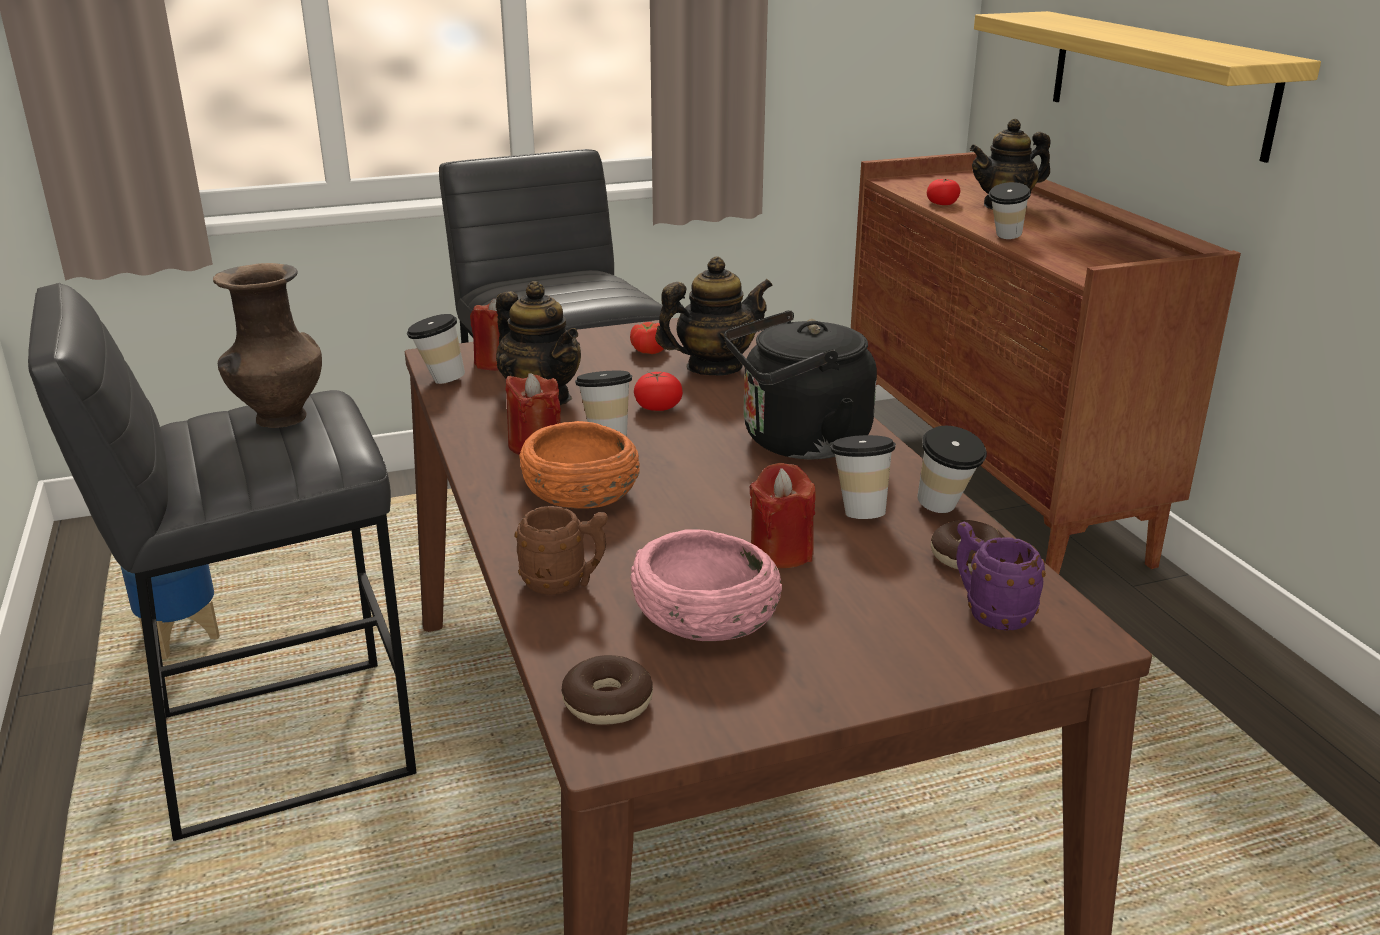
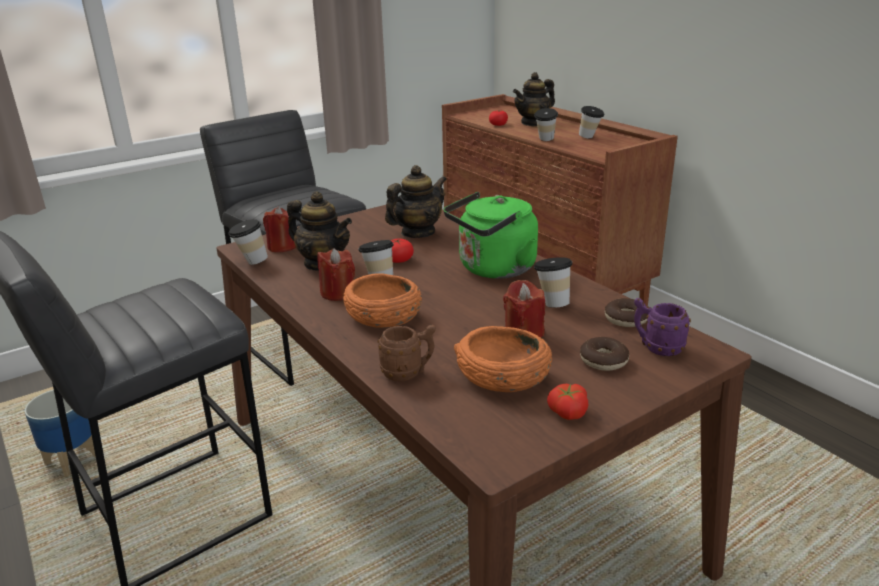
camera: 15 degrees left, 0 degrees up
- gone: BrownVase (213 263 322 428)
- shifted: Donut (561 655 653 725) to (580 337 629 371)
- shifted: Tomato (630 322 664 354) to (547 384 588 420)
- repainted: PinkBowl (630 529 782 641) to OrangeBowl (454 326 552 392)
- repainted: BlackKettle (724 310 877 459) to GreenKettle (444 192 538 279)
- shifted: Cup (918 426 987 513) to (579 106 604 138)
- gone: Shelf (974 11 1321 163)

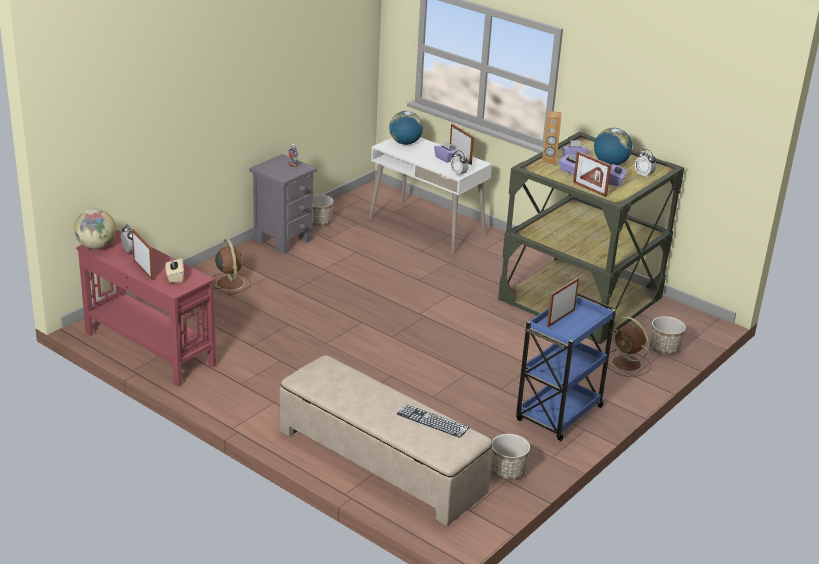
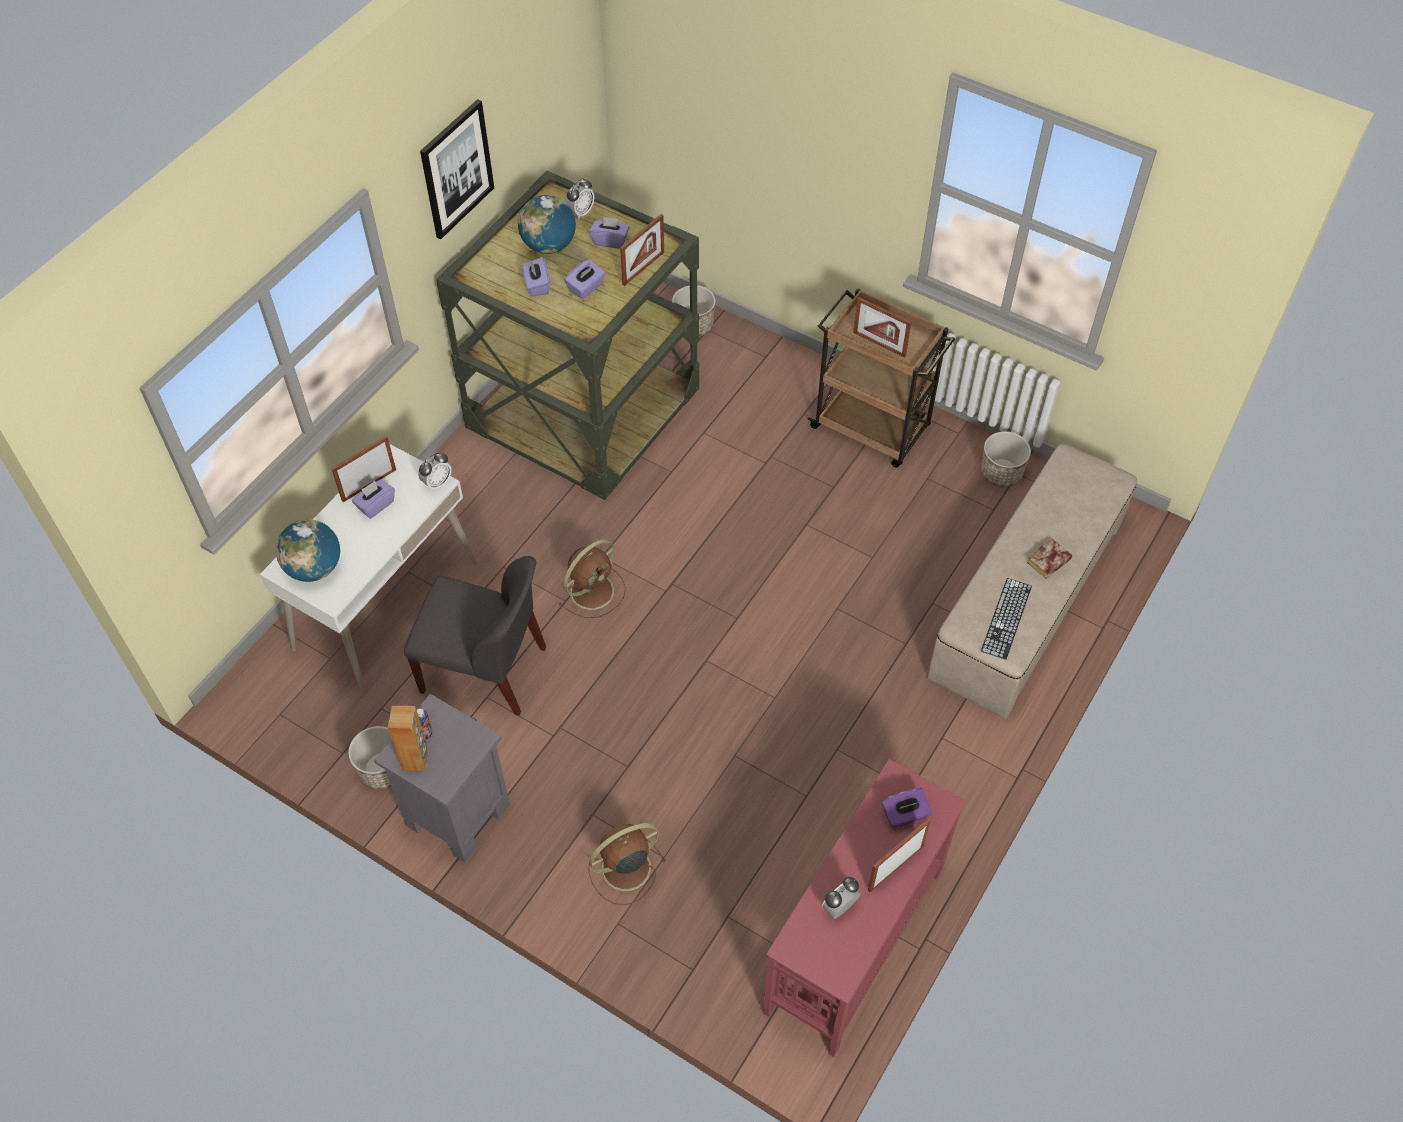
camera: 95 degrees left, 25 degrees up
- gone: Globe (74 208 116 249)
- repainted: BeigeTissueBox (165 257 184 283) to PurpleTissueBox (882 788 931 828)
- shifted: Keyboard (397 404 469 438) to (981 578 1032 660)
- repainted: BlueCart (516 293 616 441) to BrownCart (807 288 955 468)
- shifted: BrownSpeaker (542 111 562 164) to (388 706 429 772)
- shifted: BrownFan (607 317 651 377) to (558 539 626 618)
- new: GreyChair (404 556 546 716)
- new: Picture (420 99 494 239)
- new: Book (1027 539 1072 579)

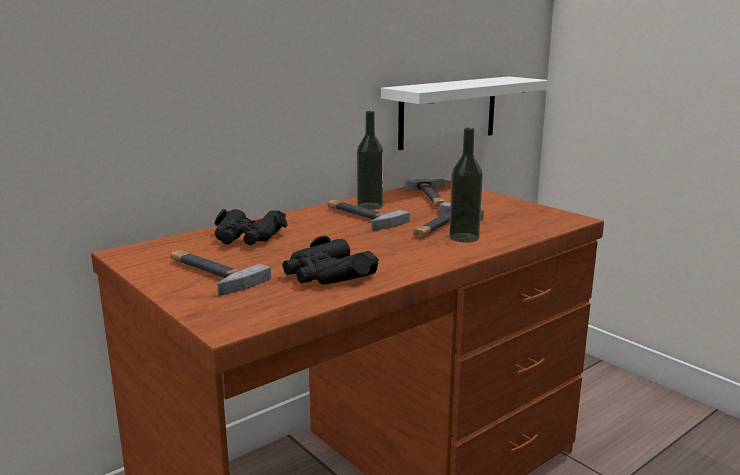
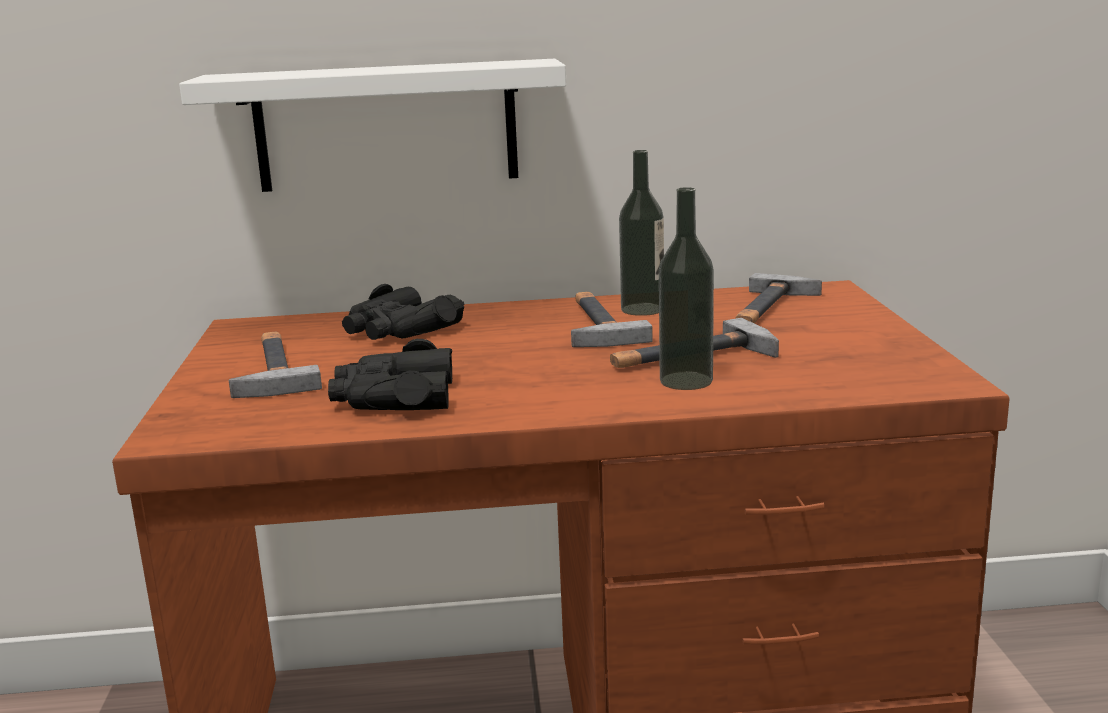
camera: 35 degrees right, 0 degrees up
- shifted: WhiteShelf (381 76 548 150) to (179 59 566 192)

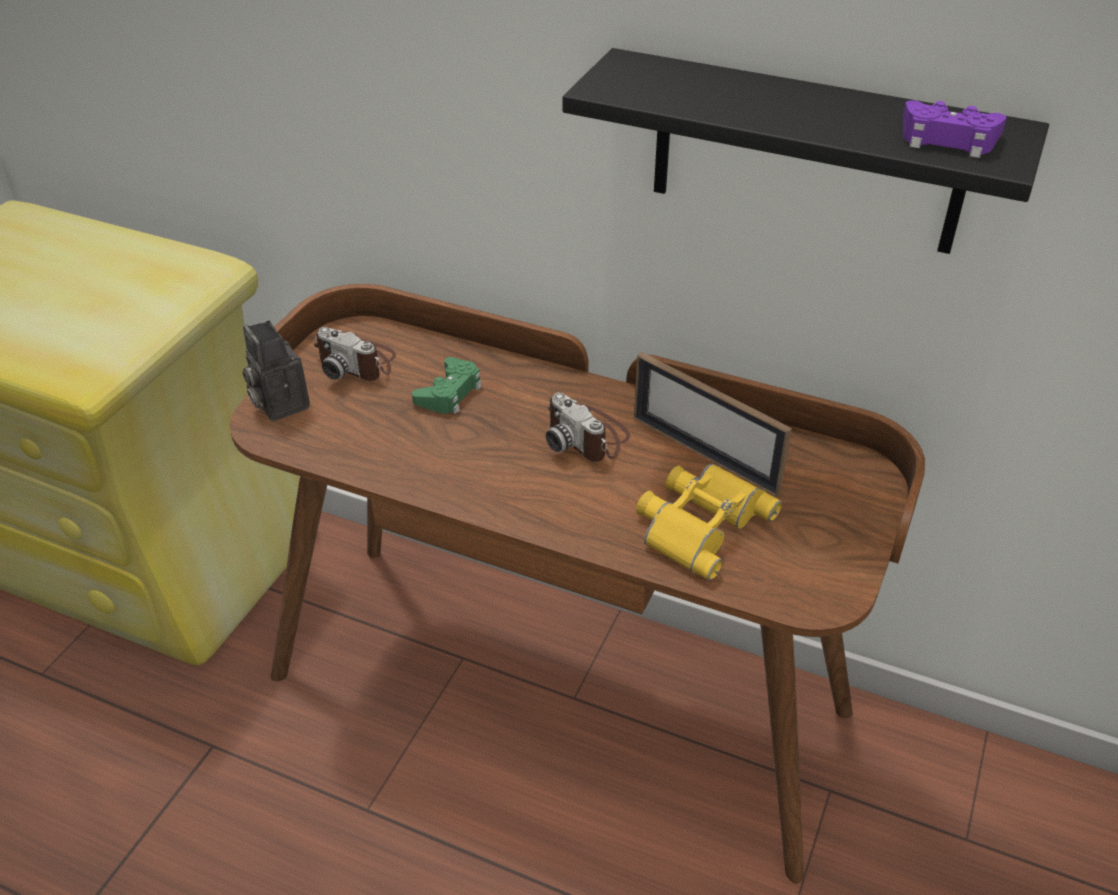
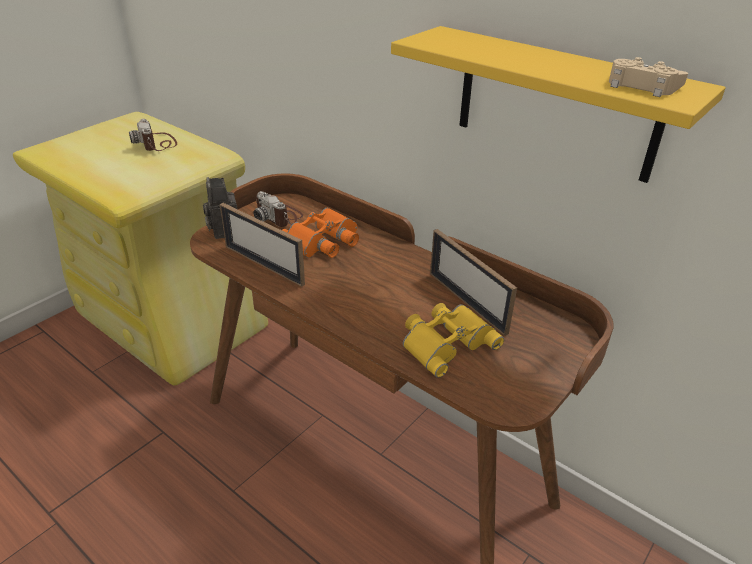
camera: 15 degrees right, 5 degrees down
- swapped: GreenGameController (412 357 482 414) to OrangeBinoculars (282 208 359 258)
- shifted: PhotoCamera (546 393 630 462) to (129 119 177 151)
- repainted: BlackShelf (562 48 1049 254) to YellowShelf (391 26 726 183)
- repainted: PurpleGameController (903 100 1007 158) to BeigeGameController (609 57 688 97)
- new: PictureFrame (220 203 305 287)

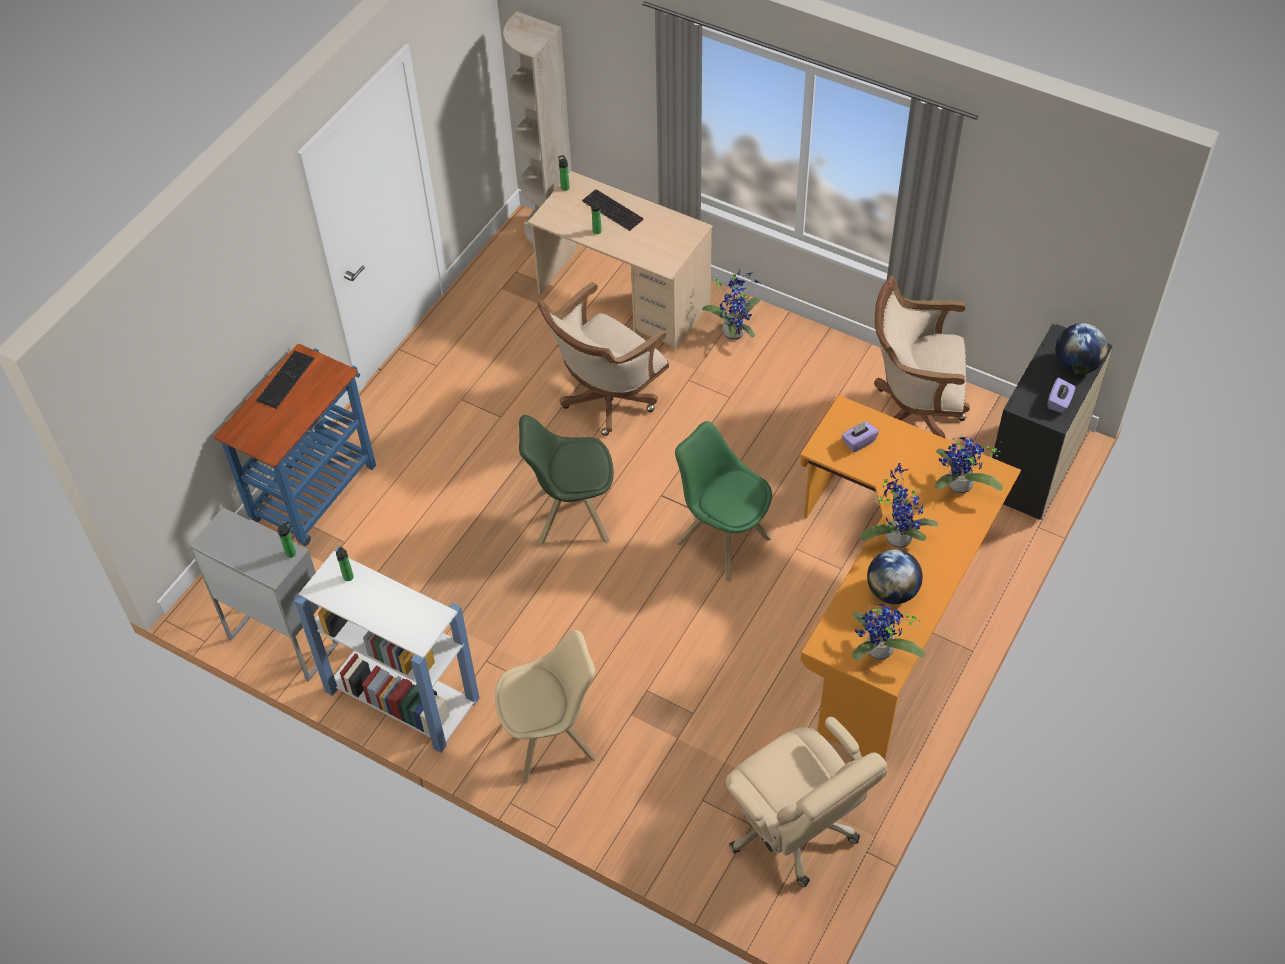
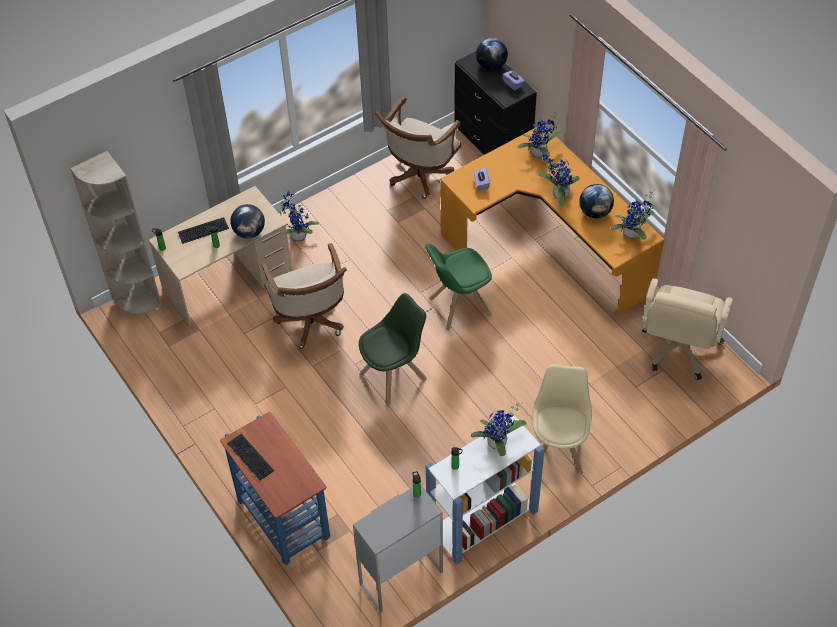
camera: 65 degrees left, 0 degrees up
- rotated: GreenChair (519 415 614 545) = (359 293 427 405) 150 degrees counterclockwise
- rotated: BeigeOfficeChair (726 717 887 887) = (642 278 733 380) 120 degrees clockwise
- new: Globe (230 204 265 238)
- new: PottedPlant (471 403 527 456)

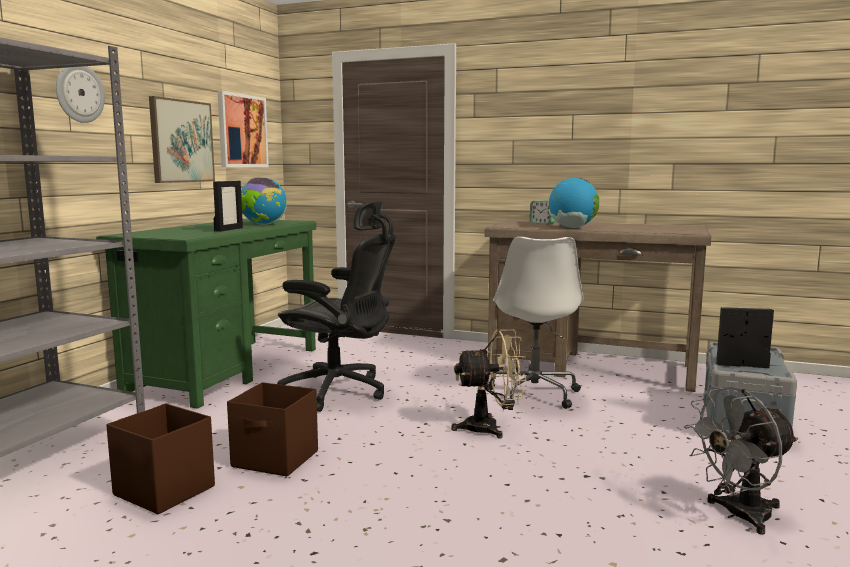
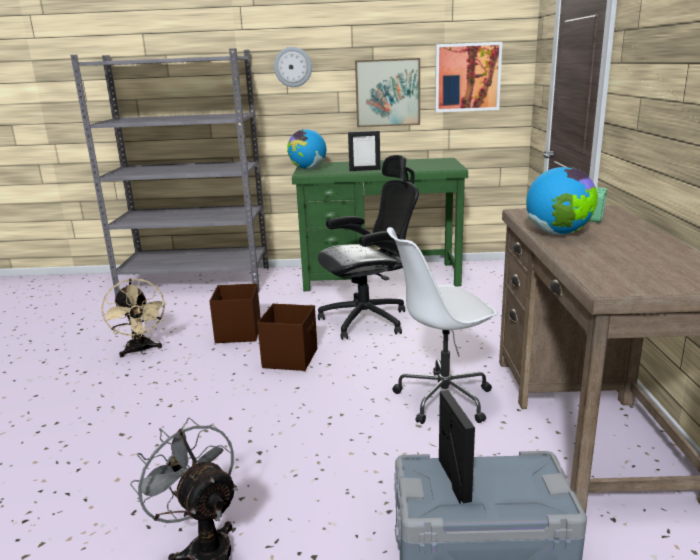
camera: 70 degrees right, 10 degrees up
- shifted: BrownStorageBox (106 403 215 514) to (257 304 317 371)
- shifted: Globe (241 177 287 225) to (287 129 326 170)
- rotated: OfficeChair (277 201 396 412) = (318 155 419 340) 120 degrees counterclockwise
- shifted: BeigeFan (451 330 526 439) to (101 278 166 357)

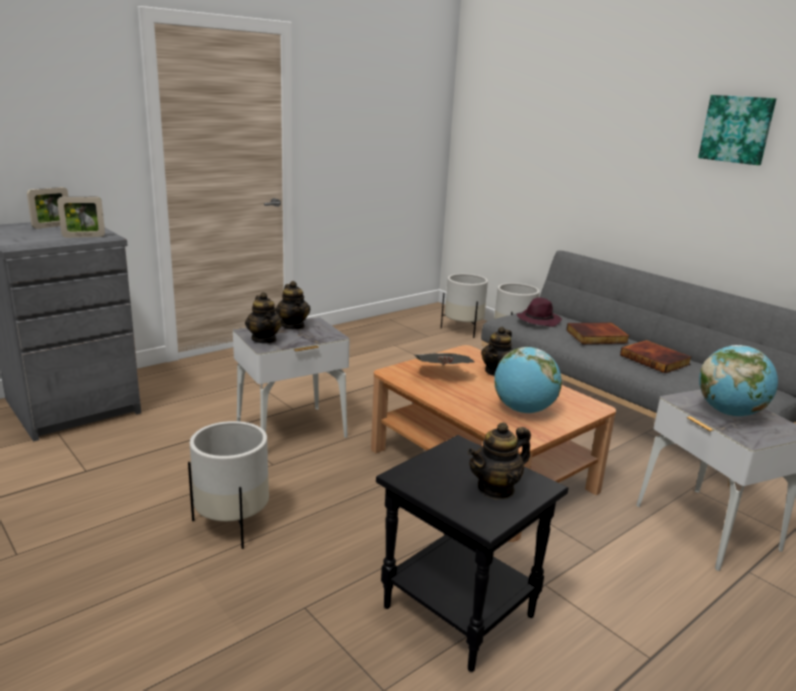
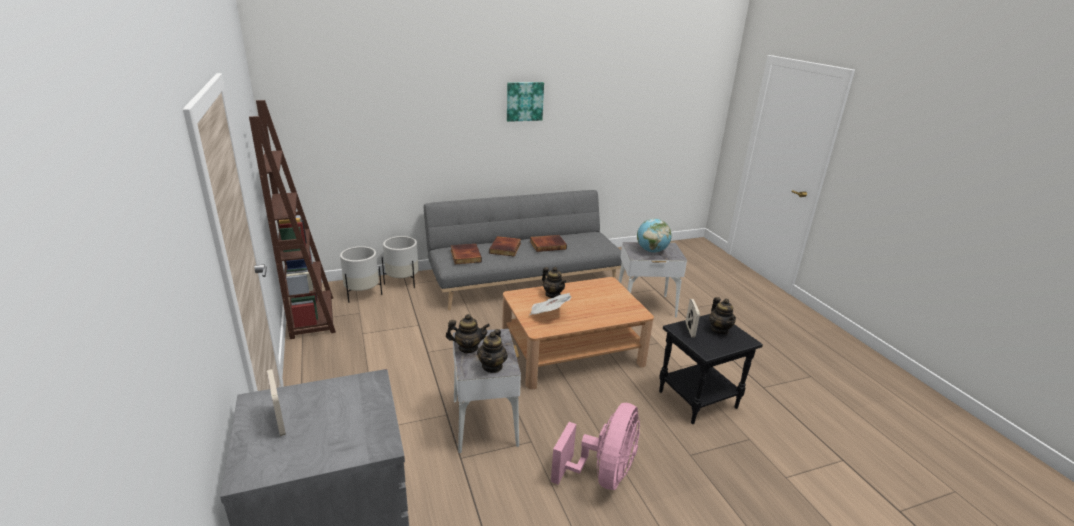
camera: 70 degrees left, 5 degrees up
- shifted: PictureFrame (57 197 105 238) to (686 299 700 338)
- swapped: WhitePlanter (188 421 269 549) to PinkFan (551 403 640 490)
- rotated: Teapot (245 292 283 344) = (477 329 508 373) 105 degrees clockwise
- gone: Globe (494 347 562 413)
- swapped: PurpleHat (517 297 562 327) to Book (451 244 482 264)
- new: BrownBookcase (249 100 336 339)

